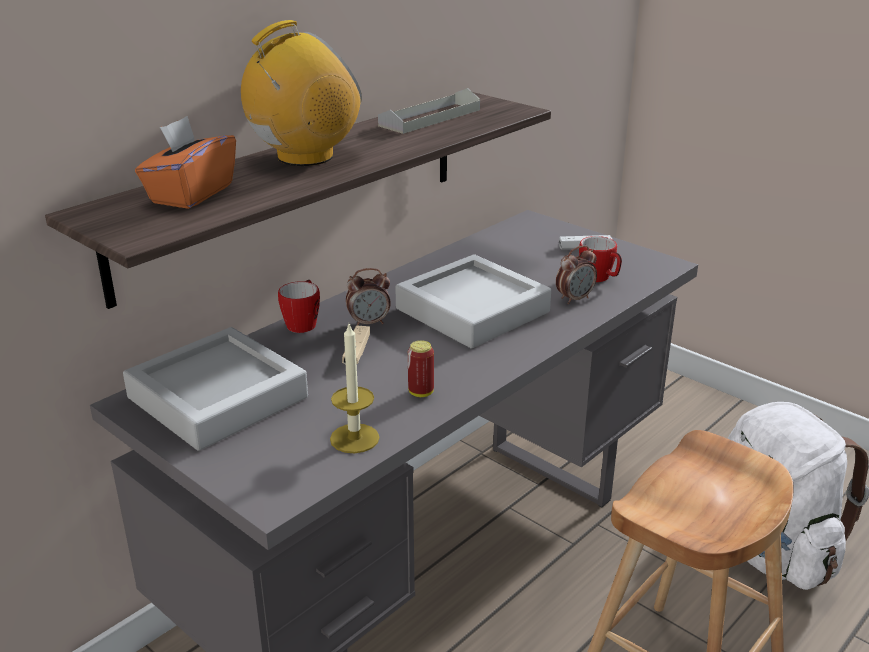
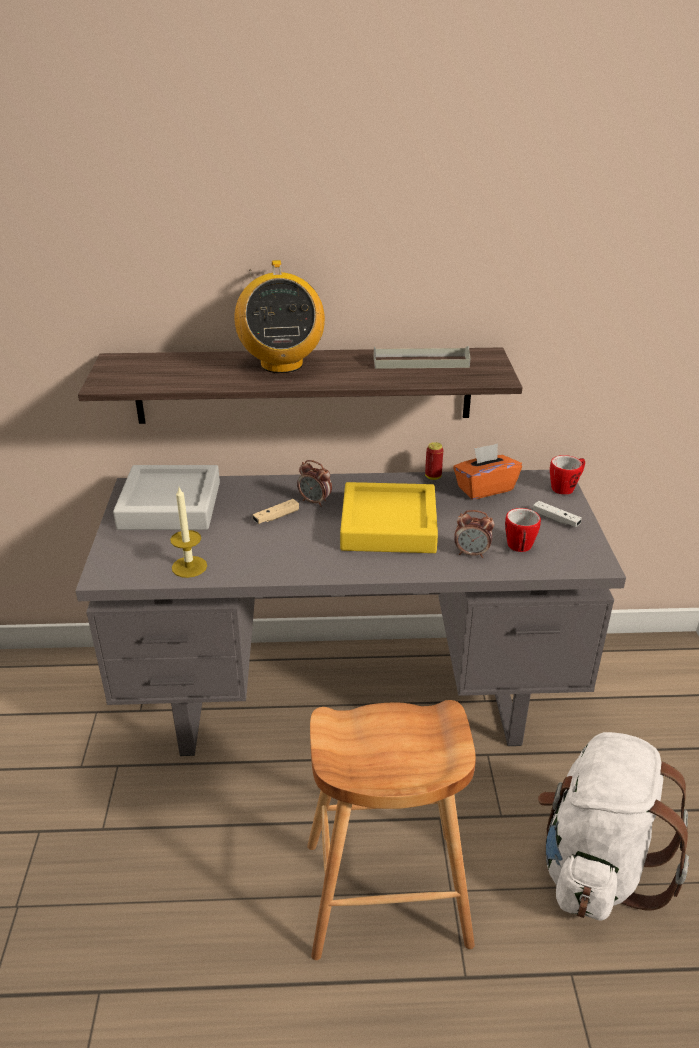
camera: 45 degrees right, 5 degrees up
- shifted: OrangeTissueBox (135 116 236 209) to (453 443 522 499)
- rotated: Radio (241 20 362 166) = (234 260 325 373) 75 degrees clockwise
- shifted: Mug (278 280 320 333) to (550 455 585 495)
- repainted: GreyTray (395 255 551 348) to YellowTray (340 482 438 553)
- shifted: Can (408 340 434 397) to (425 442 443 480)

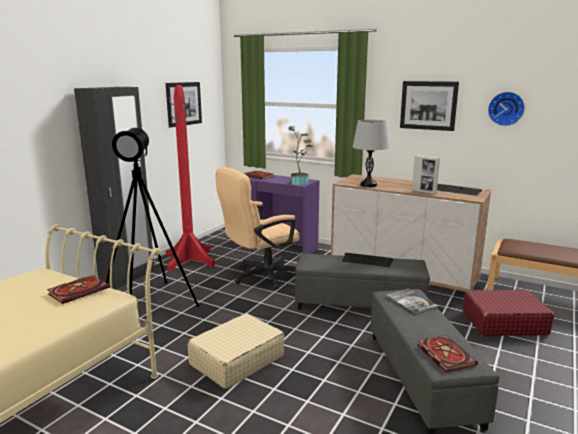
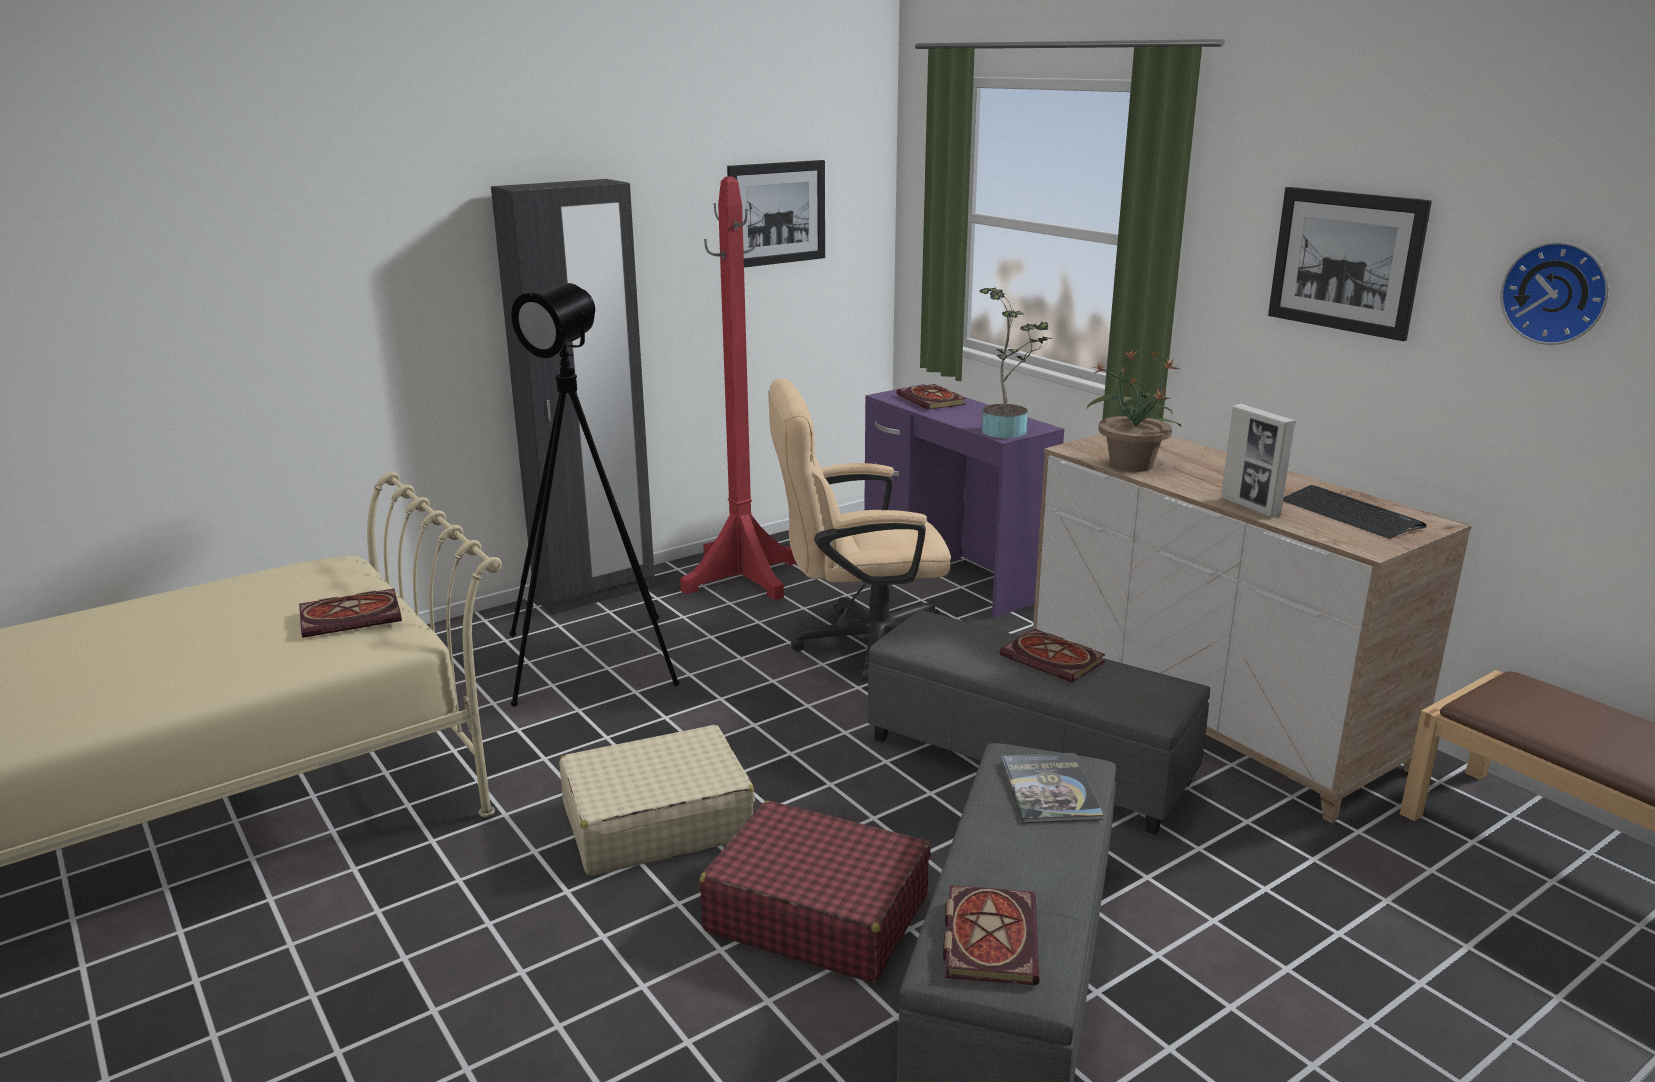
camera: 25 degrees right, 5 degrees up
- swapped: Keyboard (342 253 394 268) to Book (1000 629 1106 683)
- swapped: GreyTableLamp (353 120 389 187) to PottedPlant (1087 348 1181 472)
- shifted: RedSuitcase (463 290 554 336) to (699 801 931 983)

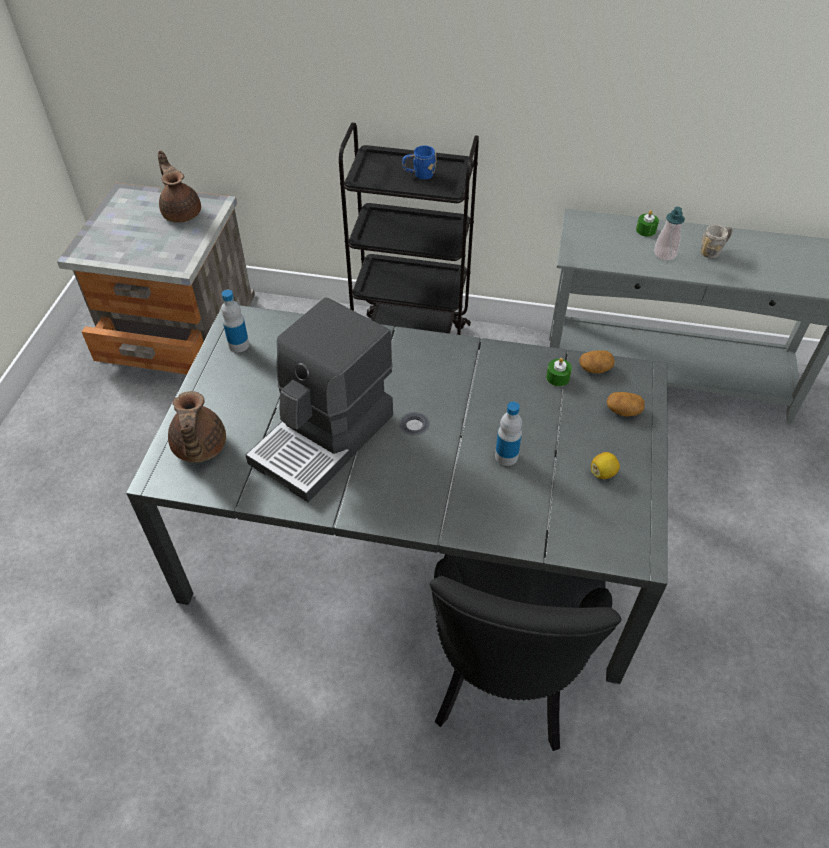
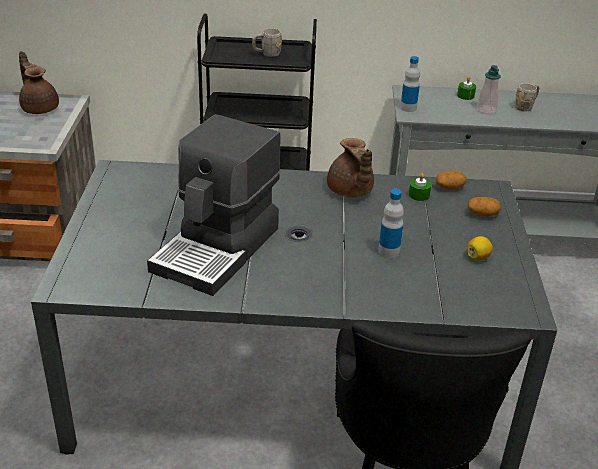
camera: 10 degrees left, 15 degrees down
- shifted: BrownTeapot (168 391 226 463) to (327 138 374 198)
- shifted: Bottle (221 290 249 353) to (400 56 420 112)
- repainted: BlueMug (402 146 437 180) to GreyMug (252 28 282 57)

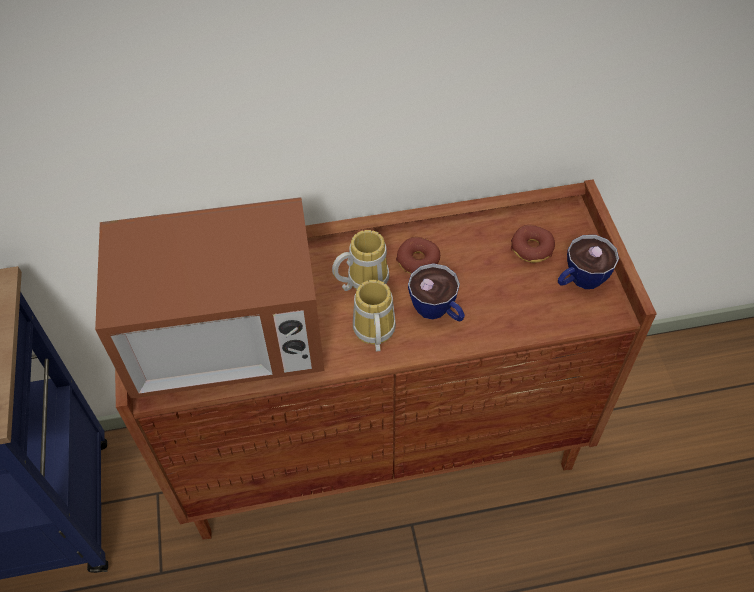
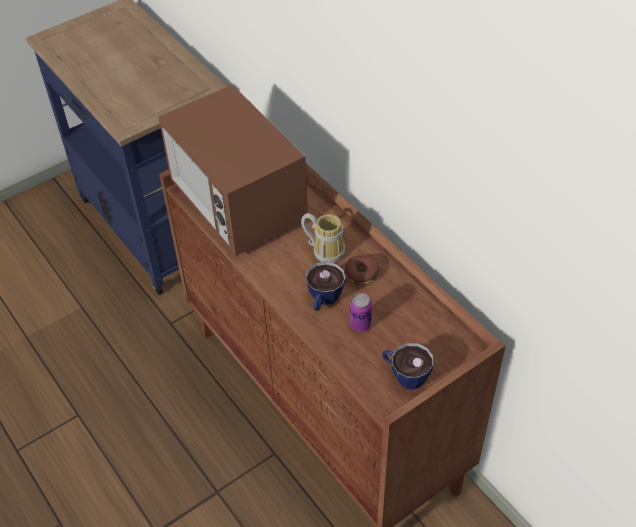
camera: 65 degrees right, 5 degrees down
- gone: Mug (353 280 396 352)
- gone: Donut (511 225 555 263)
- new: Can (350 293 372 332)

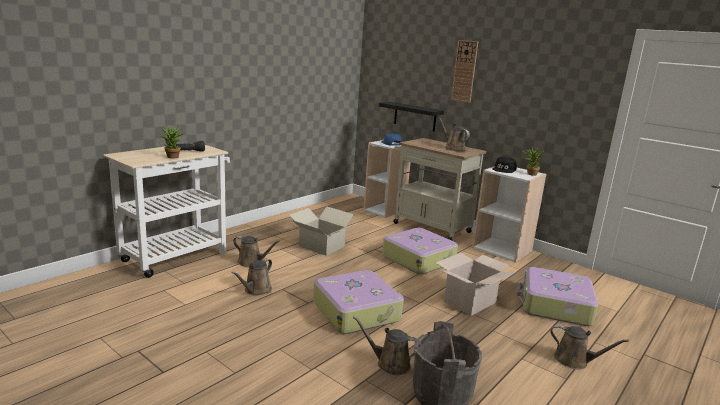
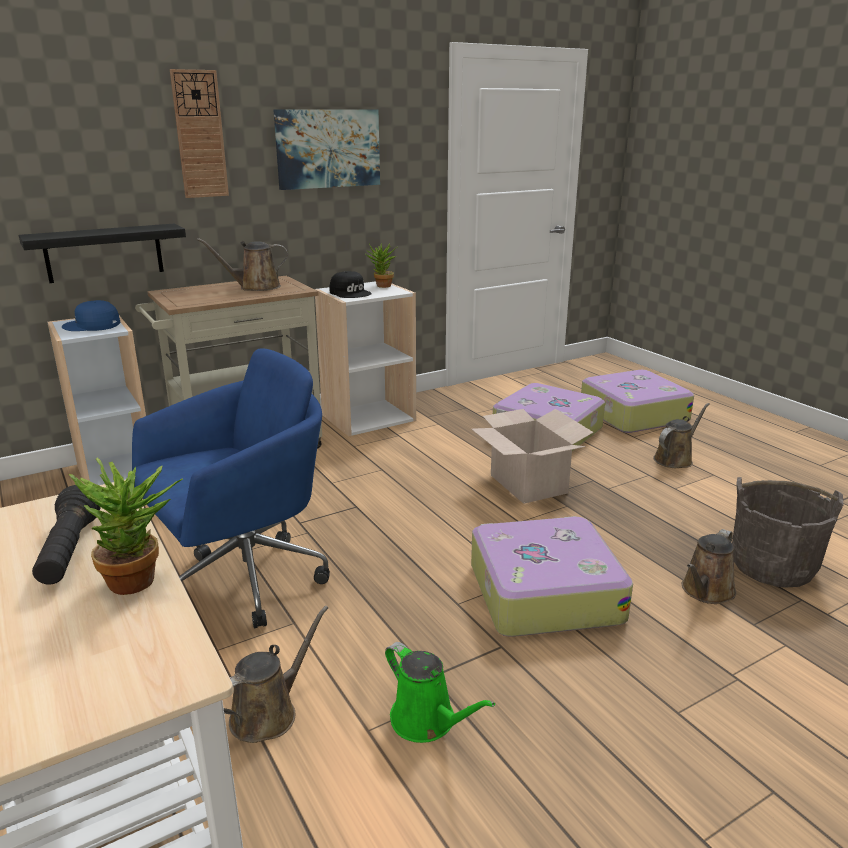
camera: 70 degrees left, 5 degrees up
- repainted: BrownWateringCan (231 259 272 296) to GreenWateringCan (385 642 495 743)
- swapped: CardboardBox (289 207 357 256) to BlueOfficeChair (132 348 330 628)
- shifted: Suitcase (382 228 458 274) to (581 370 694 433)
- new: Picture (273 109 380 190)

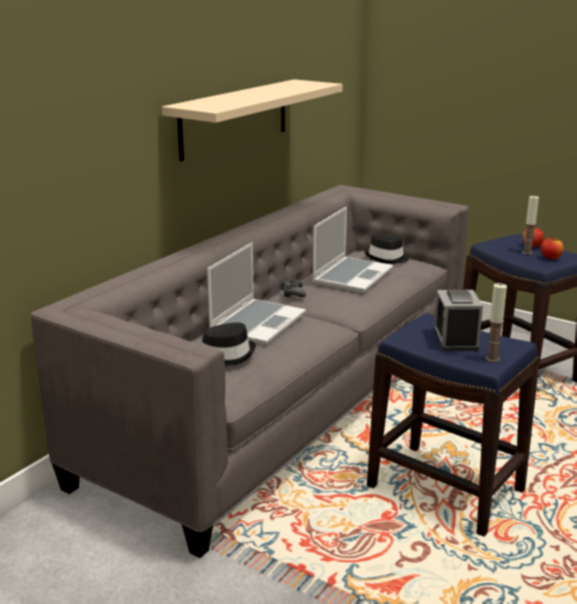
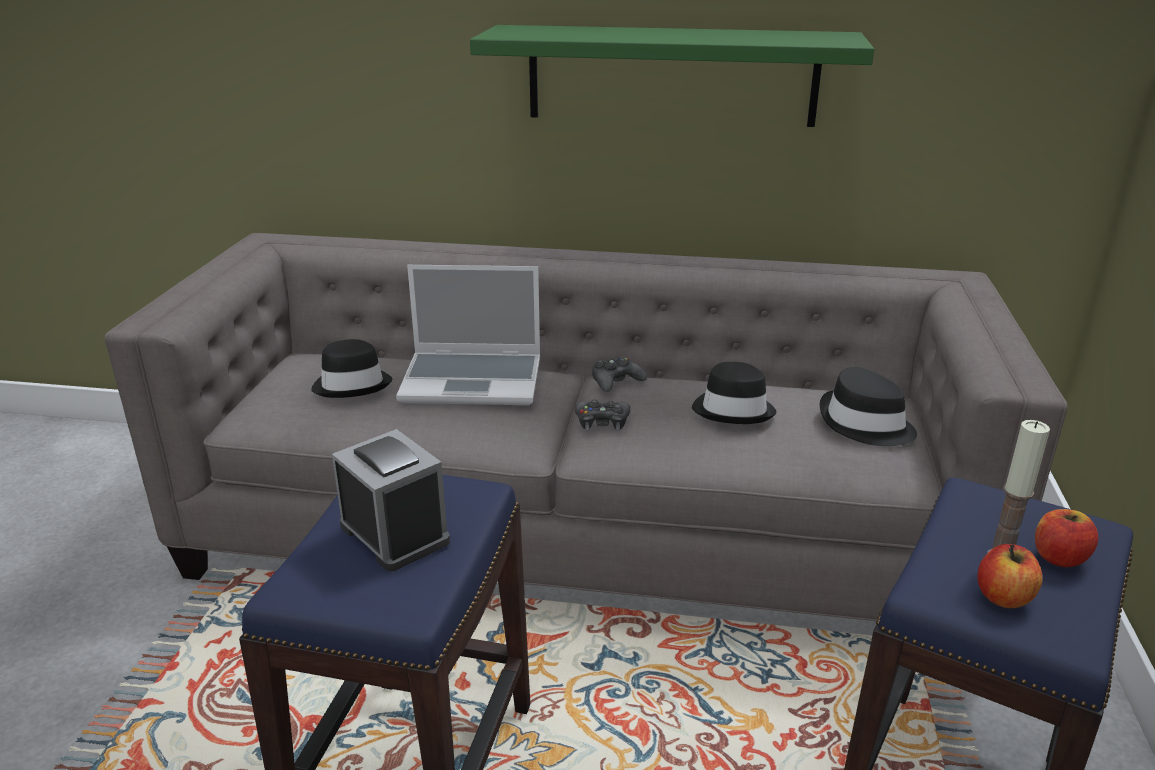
camera: 65 degrees right, 5 degrees up
- repainted: BeigeShelf (162 79 343 161) to GreenShelf (470 25 874 127)
- swapped: Laptop (312 207 393 293) to BlackHat (692 362 776 424)
- rotated: AlarmClock (434 290 483 351) = (332 429 450 571) 75 degrees clockwise
- gone: Candle (485 283 507 362)
- new: BlackGameController (575 400 630 431)

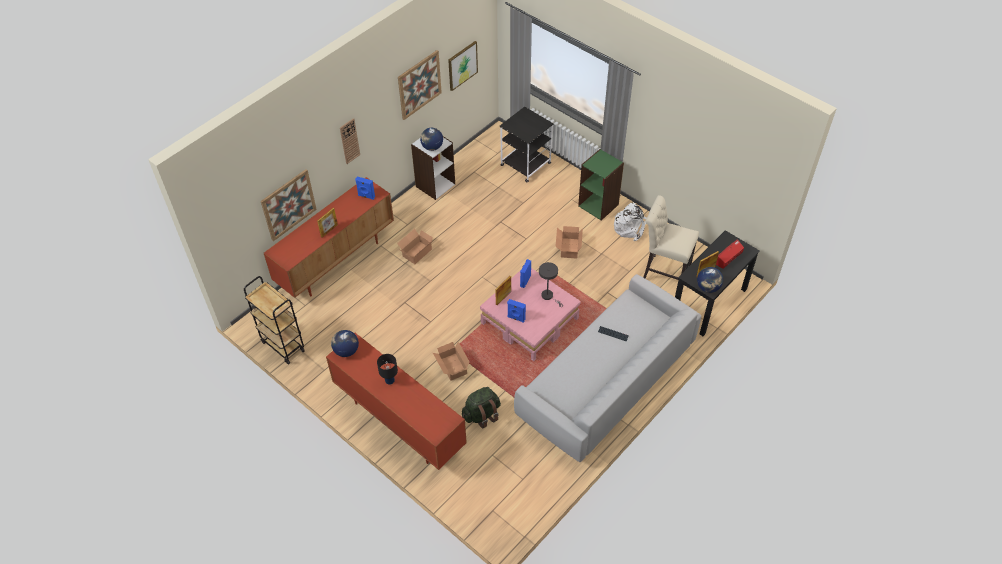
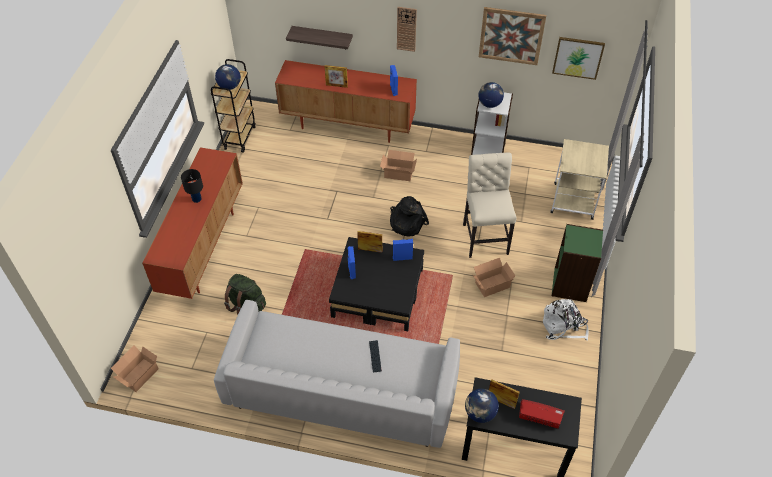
camera: 60 degrees right, 0 degrees up
- swapped: Picture (261 169 317 241) to Shelf (286 26 353 49)
- shifted: Globe (331 330 359 357) to (215 64 241 90)
- shifted: CardboardBox (433 342 470 381) to (111 345 159 392)
- repainted: PinkCoffeeTable (480 268 581 361) to BlackCoffeeTable (329 237 424 331)
- repainted: BlackCart (499 106 554 182) to BeigeCart (550 139 609 220)
- gone: GreyTableLamp (539 262 563 307)
- shifted: BeigeStool (643 195 699 280) to (463 152 517 258)
- new: BlackBackpack (390 196 429 237)

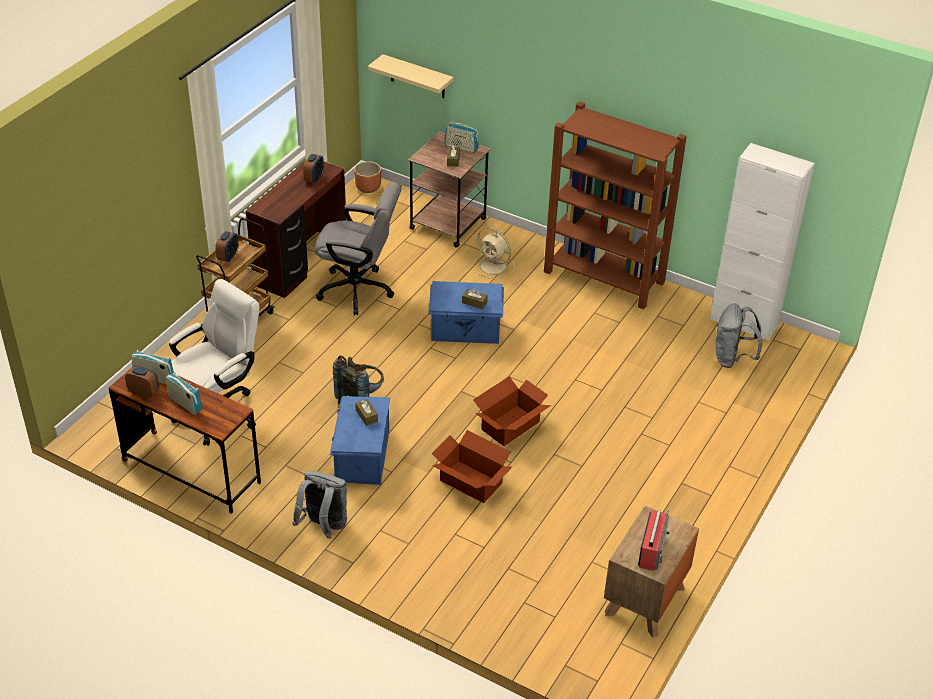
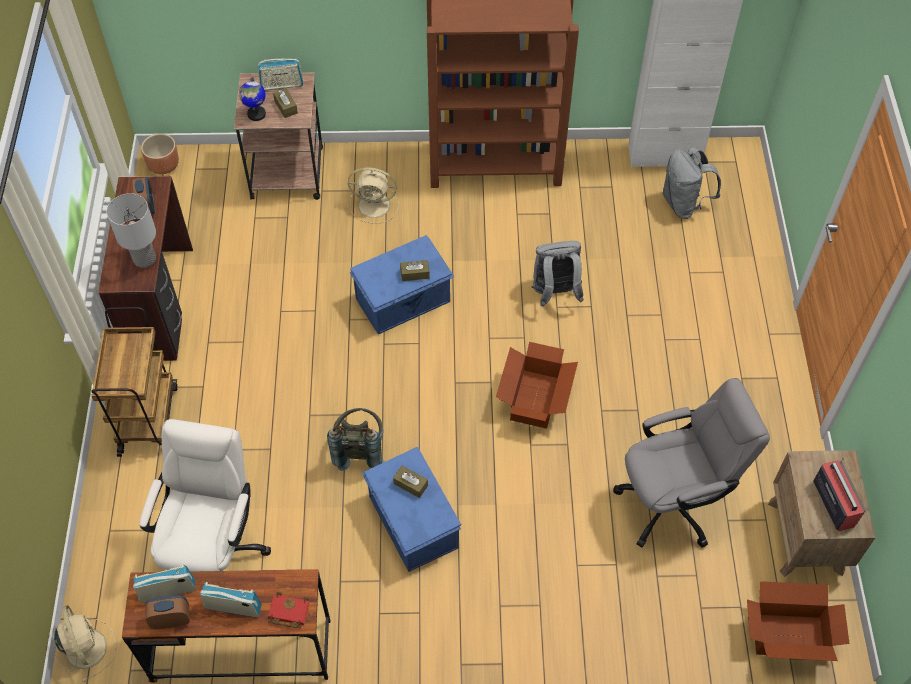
camera: 30 degrees left, 15 degrees up
- gone: AlarmClock (215 231 239 262)
- shifted: GreyBackpack (293 471 347 539) to (532 241 584 307)
- shifted: GreyOfficeChair (315 182 401 315) to (613 378 770 548)
- gone: BeigeShelf (368 54 454 98)
- shifted: CardboardBox (432 430 513 503) to (747 581 850 661)
- new: BeigeFan (54 605 116 682)
- new: GreyTableLamp (107 193 156 268)
- new: Globe (239 77 266 121)
- new: RedBook (268 592 310 628)

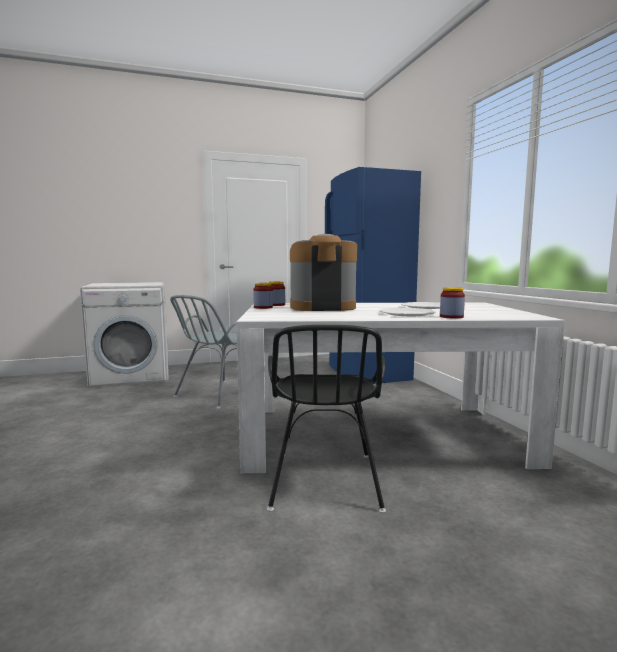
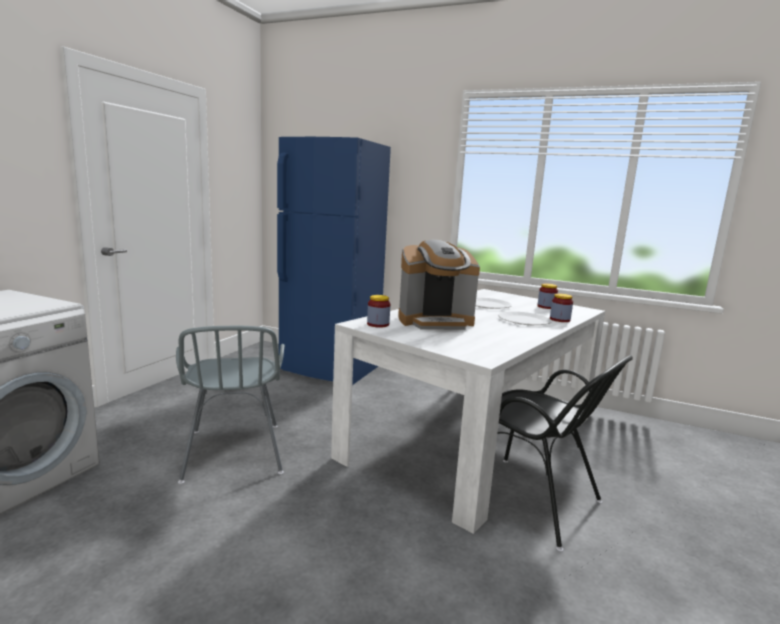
camera: 50 degrees left, 5 degrees up
- shifted: Jar (253 283 273 309) to (537 284 558 309)
- rotated: CoffeeMachine (290 234 357 311) = (398 240 480 330) 135 degrees counterclockwise

